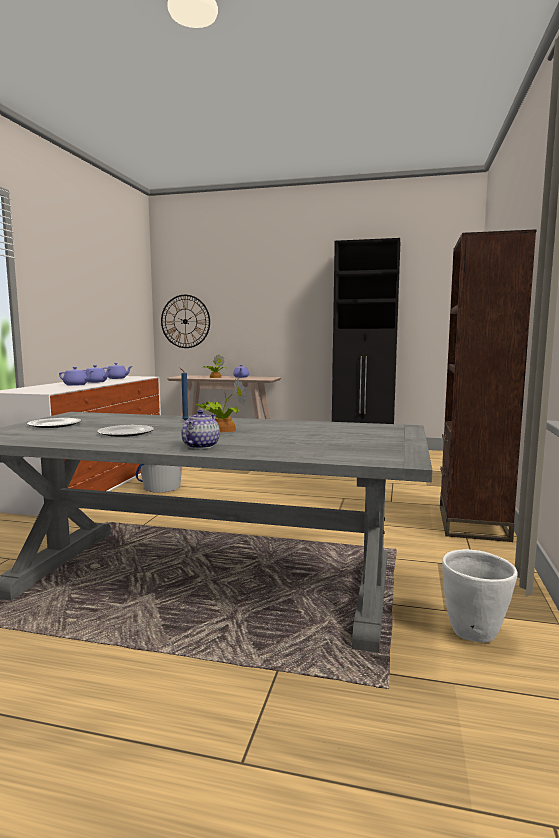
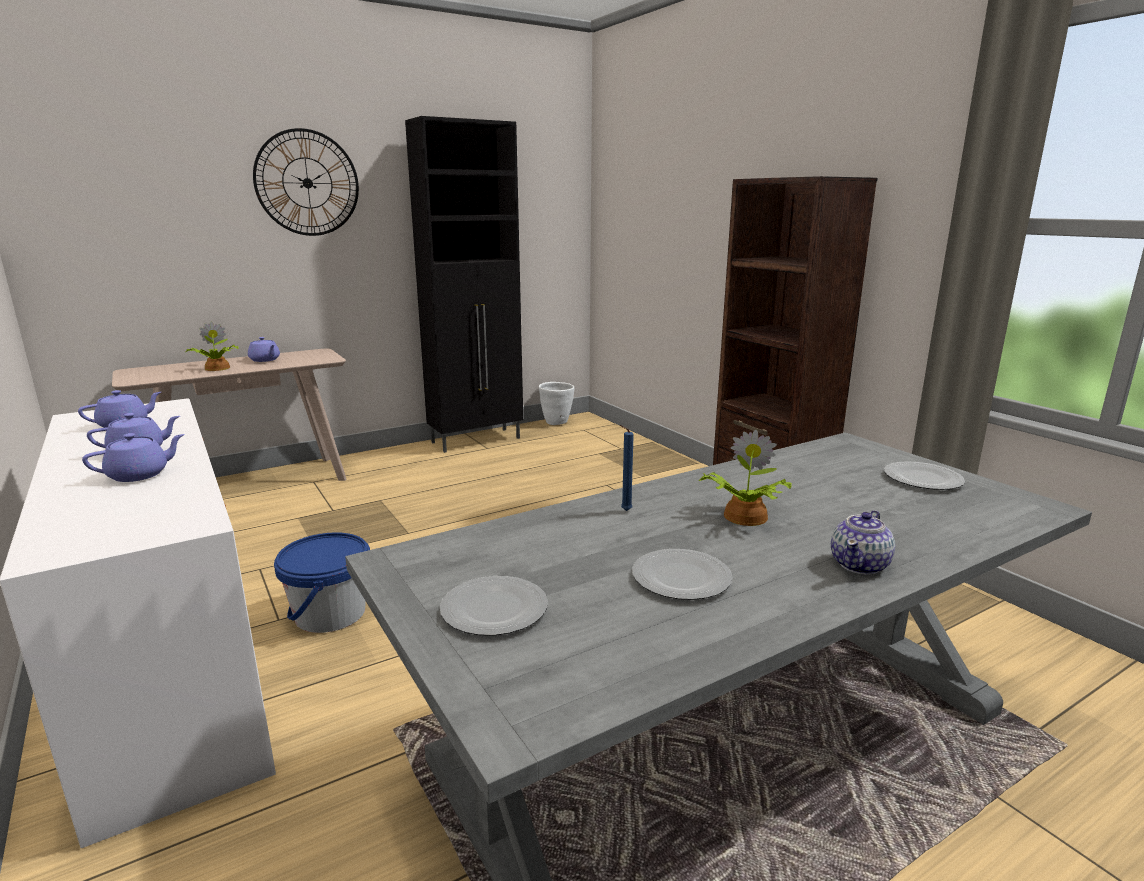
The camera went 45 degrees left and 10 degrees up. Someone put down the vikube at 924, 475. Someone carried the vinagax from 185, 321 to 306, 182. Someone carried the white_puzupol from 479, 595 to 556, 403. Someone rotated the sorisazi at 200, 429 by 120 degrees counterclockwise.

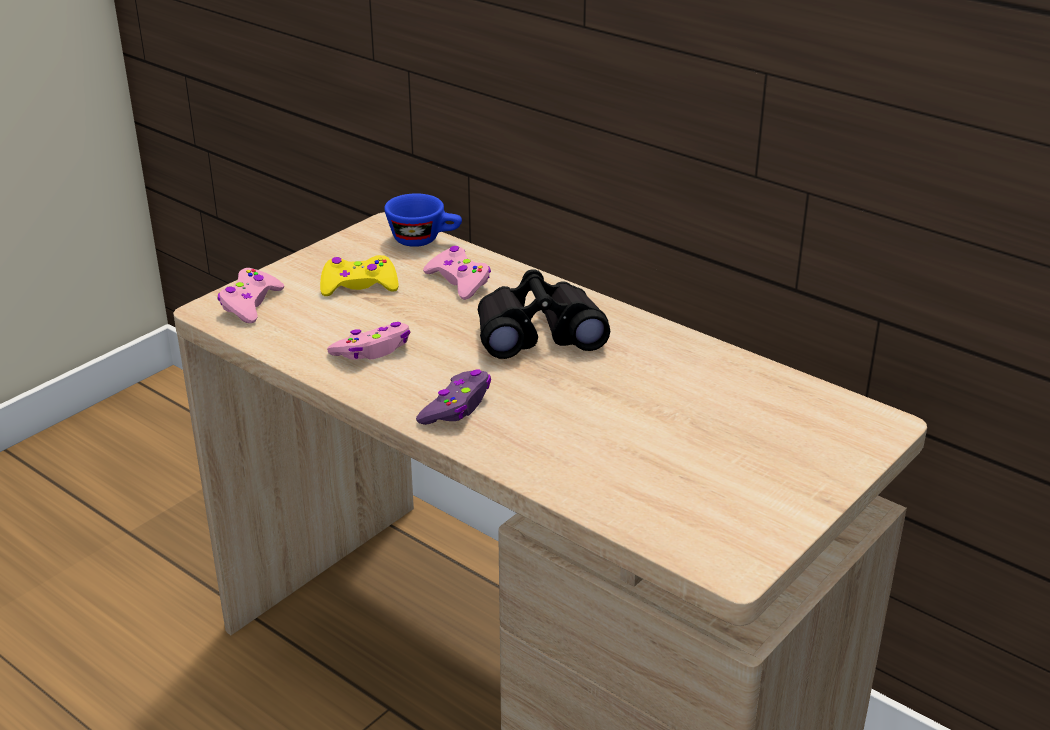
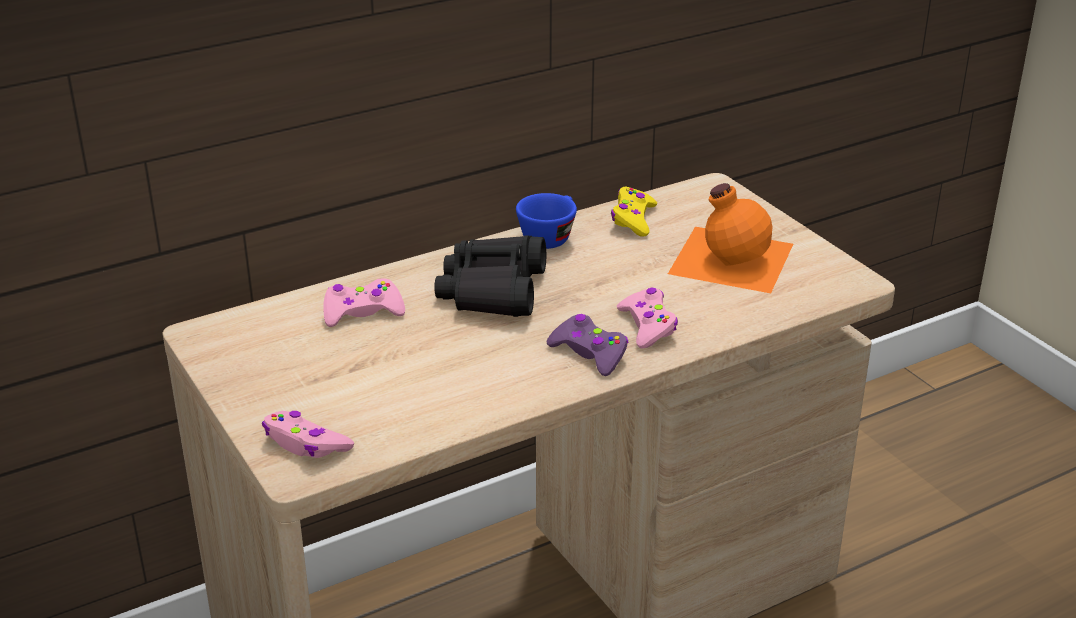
The camera went 70 degrees left and 0 degrees up. Someone put down the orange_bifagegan at 730, 238. Someone carried the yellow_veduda from 359, 275 to 634, 212. Someone carried the pink_veduda from 368, 341 to 647, 318. Someone carried the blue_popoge from 423, 220 to 546, 221.

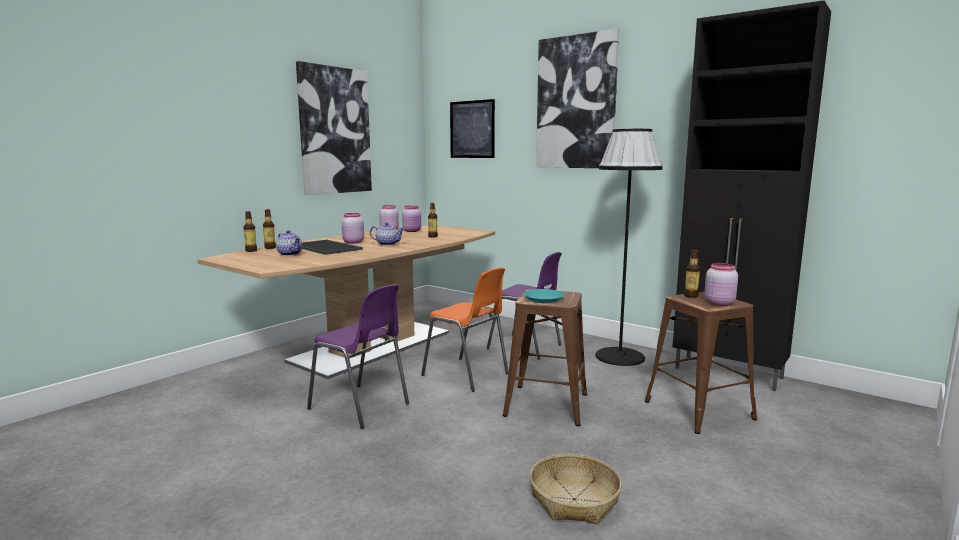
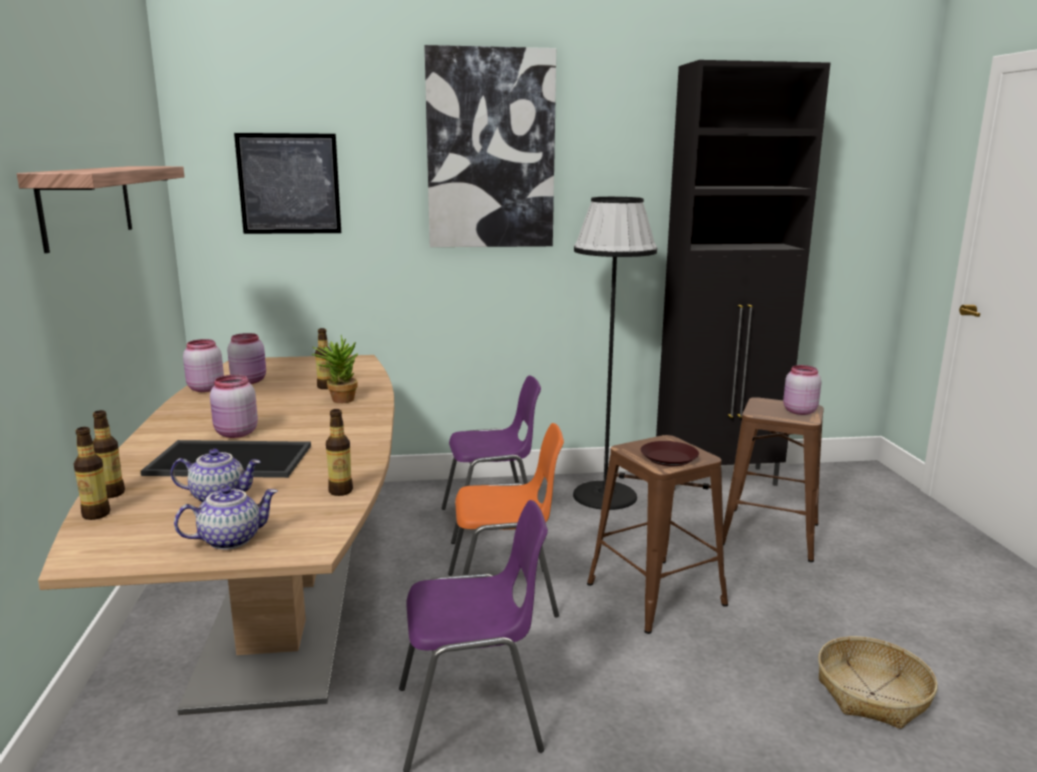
The camera went 45 degrees left and 5 degrees up. Someone put down the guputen at 334, 369. Someone carried the sorisazi from 387, 234 to 226, 518. Someone carried the bifagegan from 692, 274 to 339, 452. Someone swapped the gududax at 334, 128 for the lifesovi at 101, 209. Someone repainted the turquoise_vikube at 544, 296, which became the brown_vikube at 670, 453.

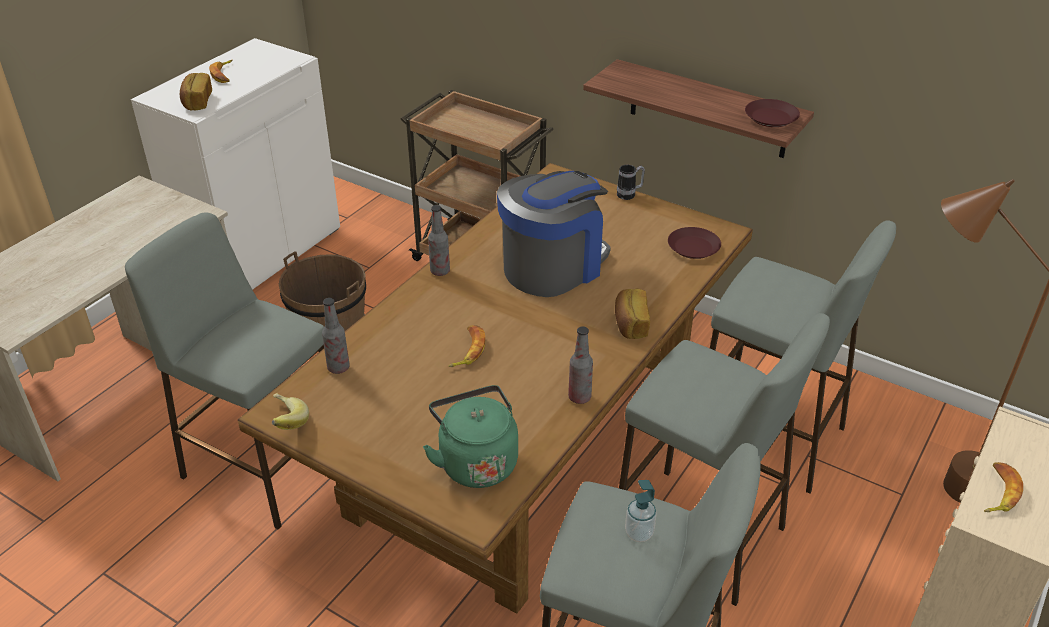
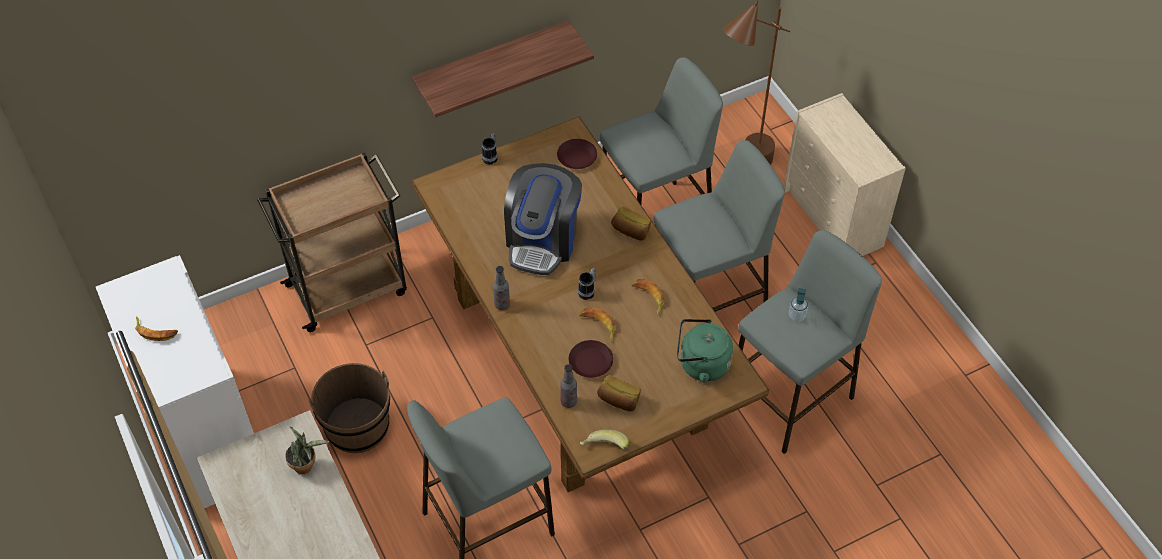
The camera went 60 degrees left and 15 degrees up. Someone took away the bifagegan at 580, 365. Someone put down the guputen at 307, 450. Someone put down the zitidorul at 587, 284. Someone carried the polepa from 196, 91 to 619, 393. Someone carried the brown_vikube from 772, 113 to 591, 359. Someone carried the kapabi from 1003, 487 to 648, 297. Someone rotated the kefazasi at 554, 234 by 150 degrees counterclockwise.

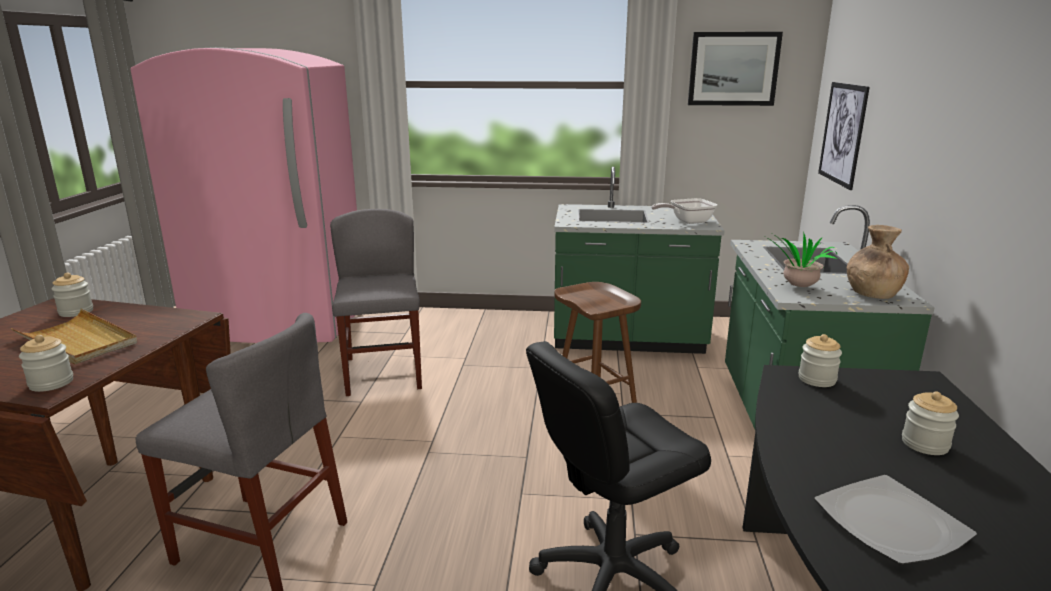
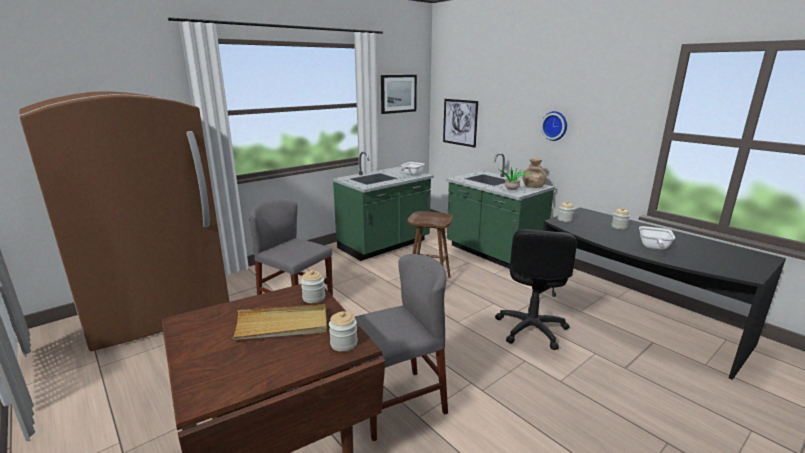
The camera went 45 degrees left and 0 degrees up. Someone put up the vinagax at 554, 126. Someone carried the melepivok from 72, 295 to 313, 286. Someone swapped the vikube at 895, 520 for the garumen at 657, 238. Someone repainted the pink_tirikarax at 243, 195, which became the brown_tirikarax at 124, 221.

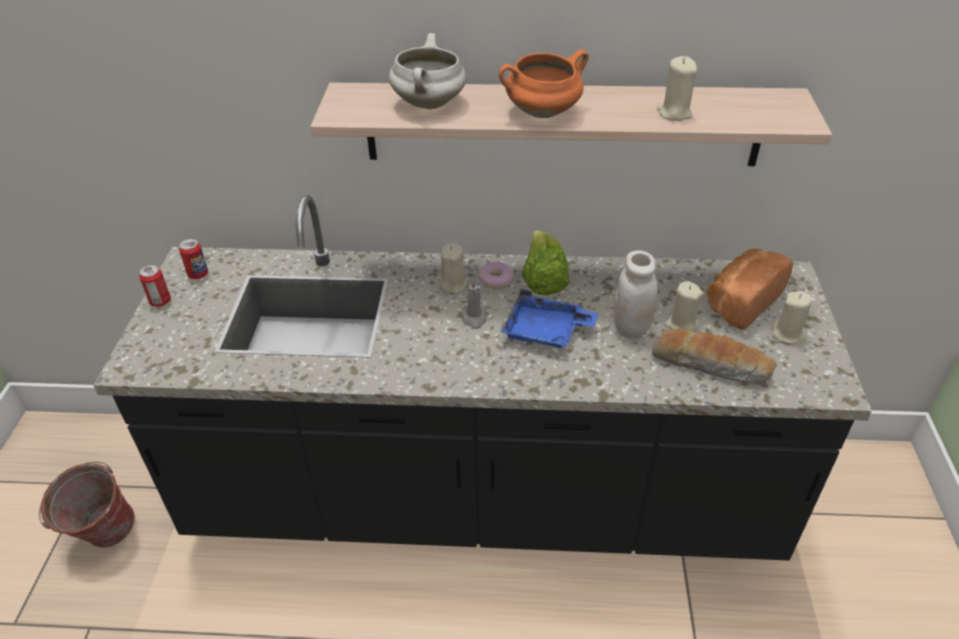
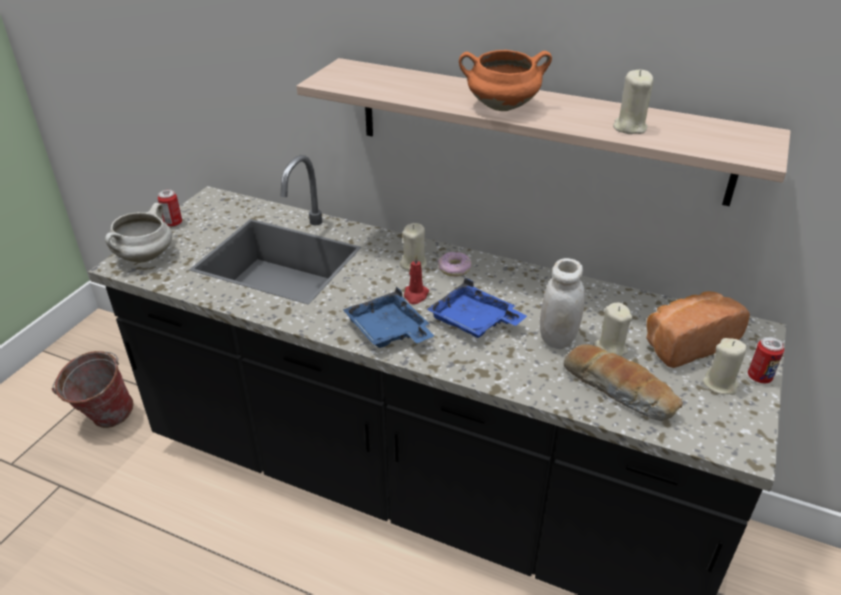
The camera went 20 degrees right and 5 degrees down. Someone took away the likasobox at 545, 262. Someone put down the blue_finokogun at 388, 317. Someone carried the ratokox from 193, 259 to 766, 360. Someone carried the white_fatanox from 427, 71 to 138, 232. Someone repainted the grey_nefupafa at 474, 304, which became the red_nefupafa at 416, 279.

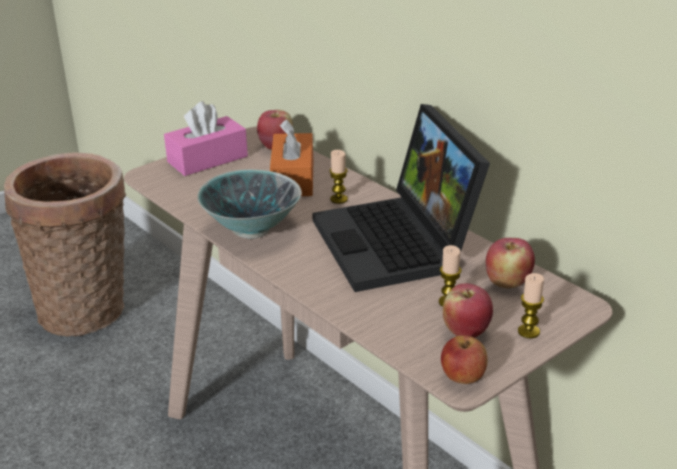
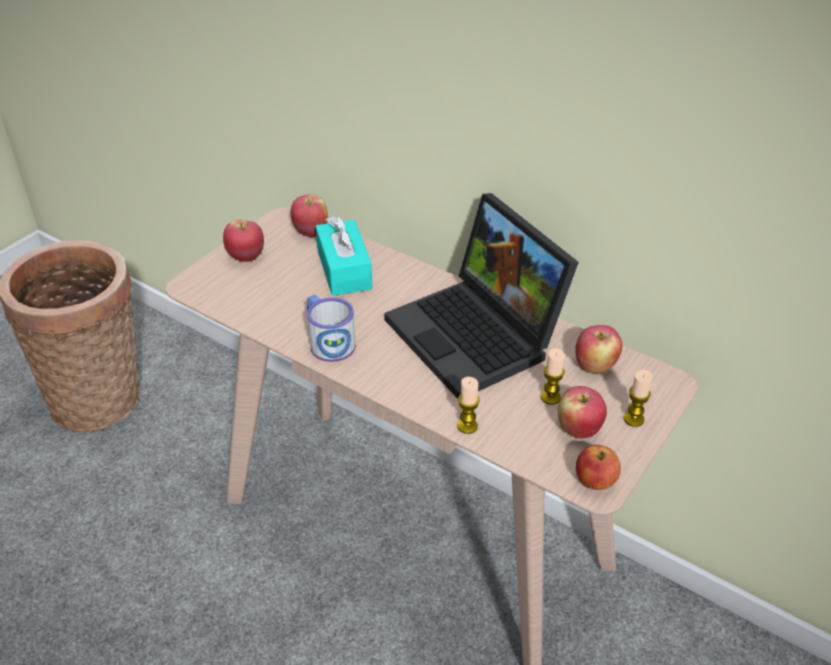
The camera went 15 degrees left and 10 degrees up. Someone carried the nefupafa from 338, 177 to 468, 405. Someone swapped the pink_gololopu at 206, 138 for the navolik at 243, 240. Someone swapped the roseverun at 249, 204 for the zitidorul at 331, 328. Someone repainted the orange_gololopu at 291, 157, which became the turquoise_gololopu at 344, 255.

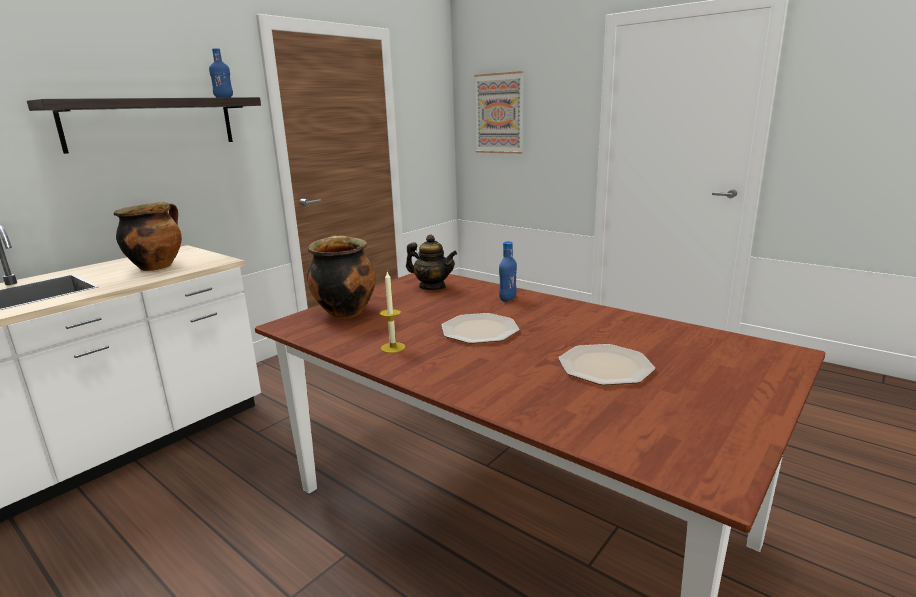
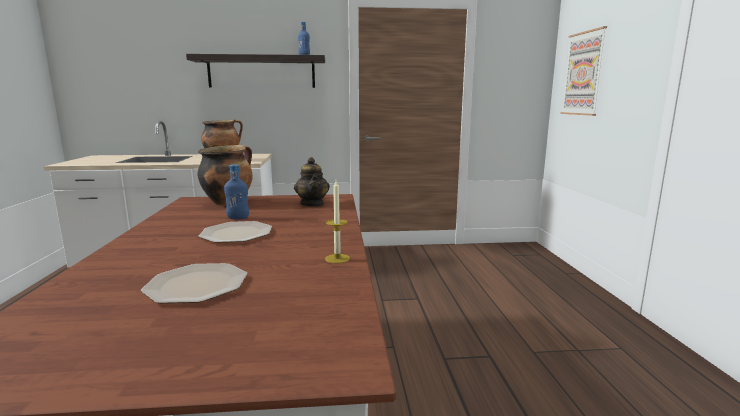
The camera went 45 degrees right and 5 degrees down. Someone carried the nefupafa from 392, 312 to 337, 222. Someone carried the blue_bifagegan from 508, 271 to 236, 191.

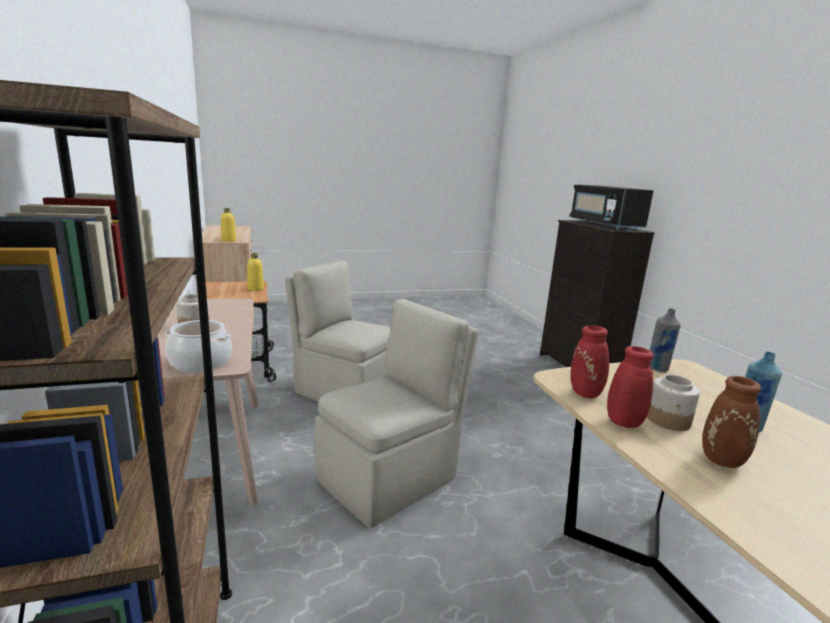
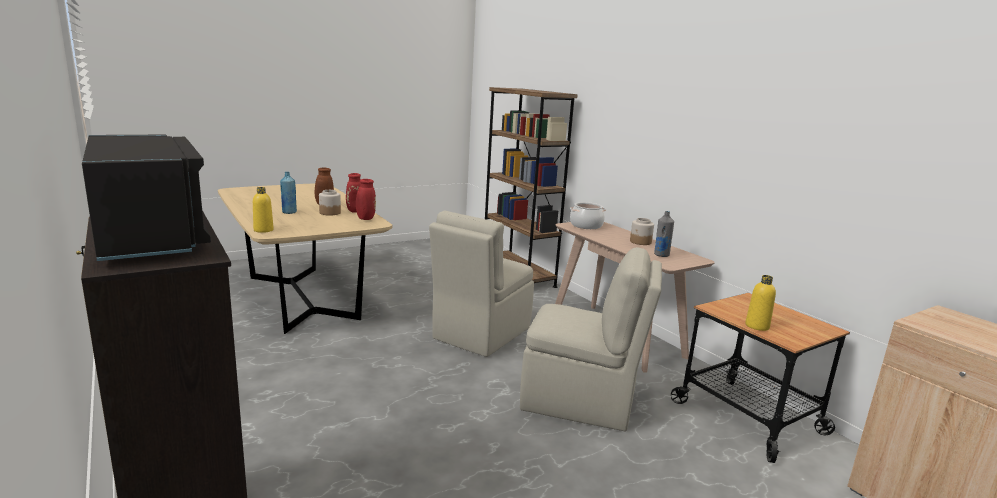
The camera went 165 degrees right and 0 degrees up. Someone carried the yellow_bifagegan from 228, 225 to 263, 210. Someone carried the grey_bifagegan from 665, 340 to 664, 234.

